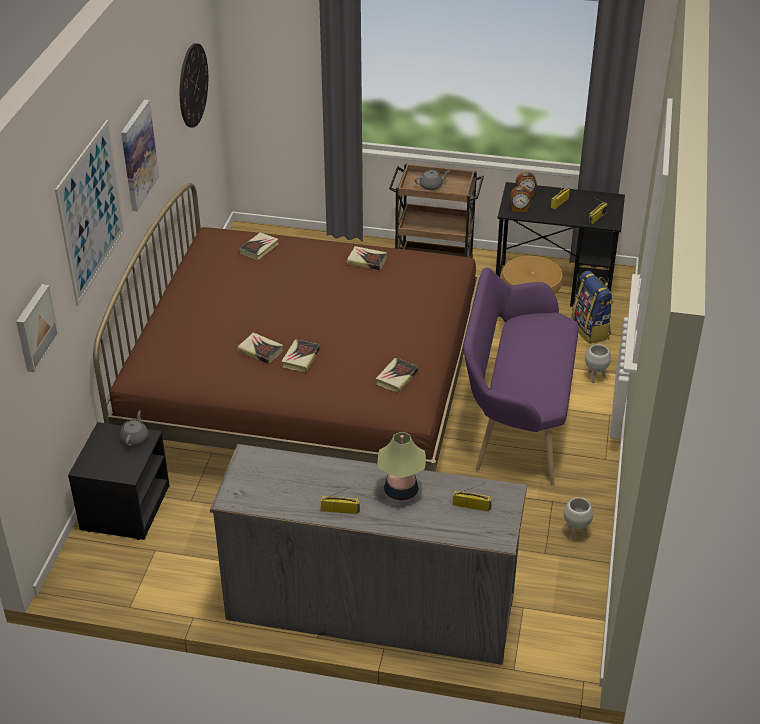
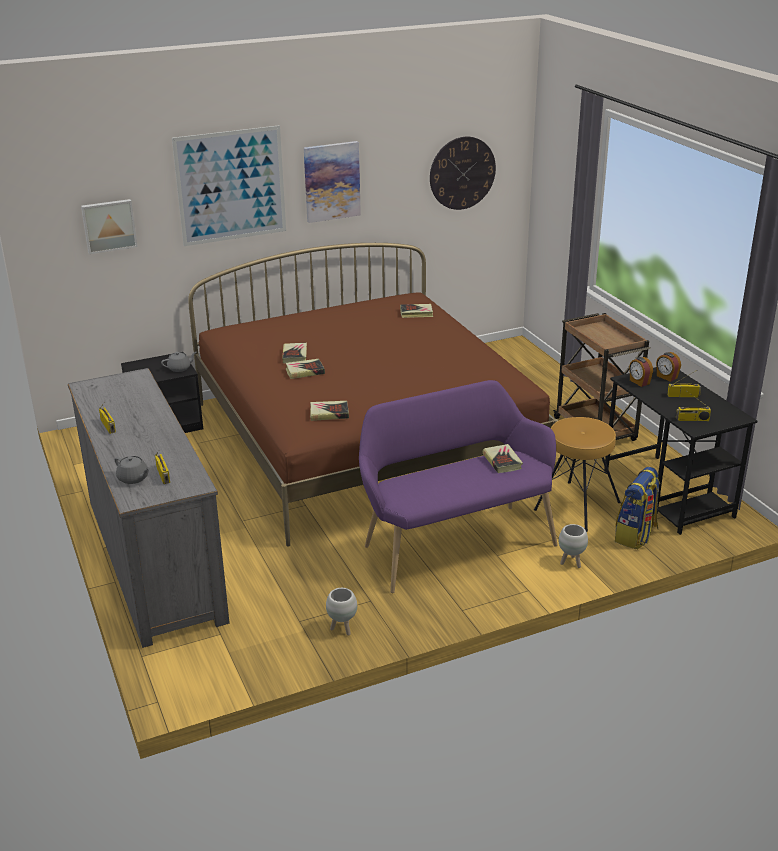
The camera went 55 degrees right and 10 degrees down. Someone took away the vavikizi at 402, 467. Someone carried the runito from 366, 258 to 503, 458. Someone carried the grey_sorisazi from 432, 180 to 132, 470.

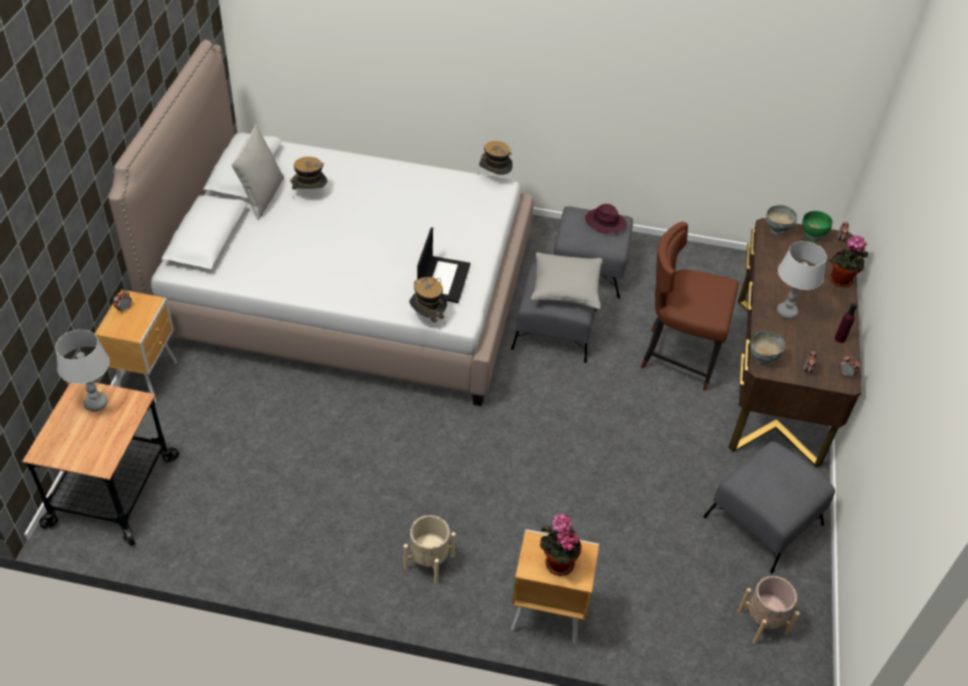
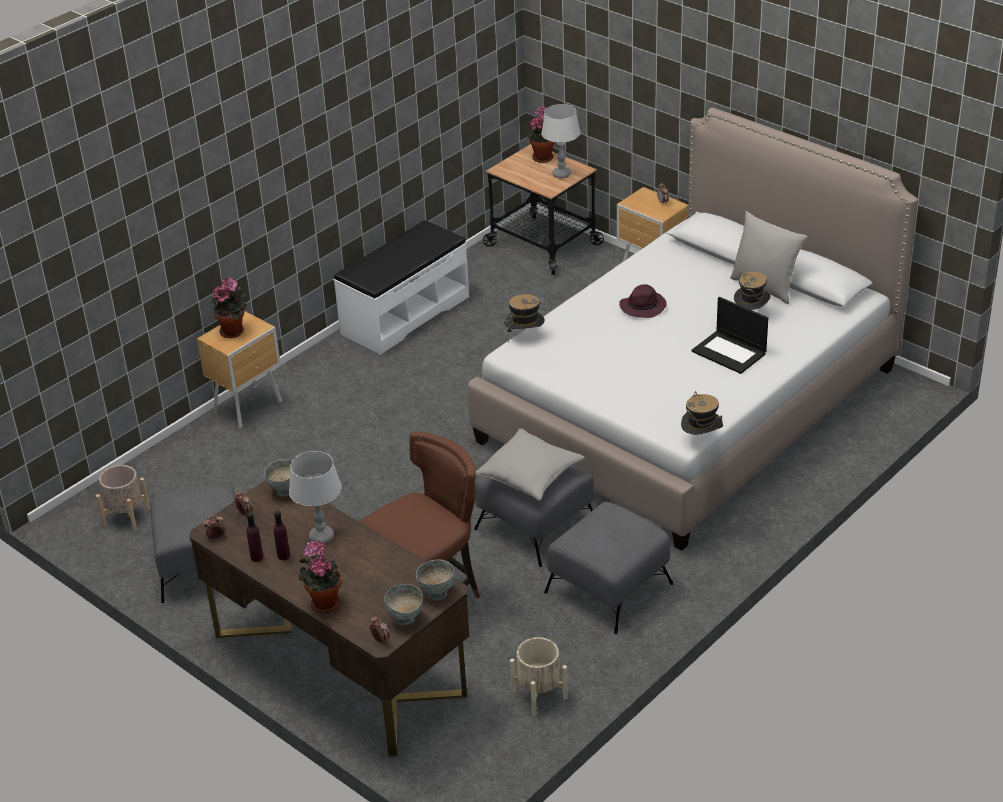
The camera went 125 degrees right and 10 degrees down. Someone put down the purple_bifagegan at 282, 535. Someone put down the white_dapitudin at 401, 287. Someone put down the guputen at 540, 134. Someone carried the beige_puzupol from 430, 549 to 539, 676. Someone carried the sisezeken from 443, 265 to 730, 335. Someone carried the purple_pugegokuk from 606, 219 to 643, 301. Someone repainted the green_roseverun at 817, 226, which became the grey_roseverun at 403, 604.

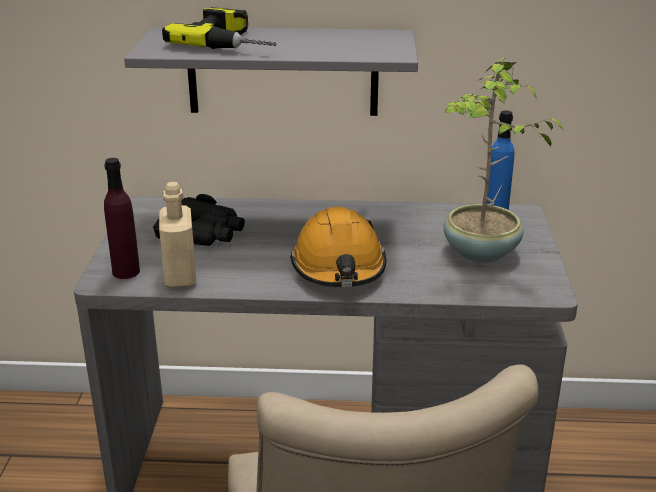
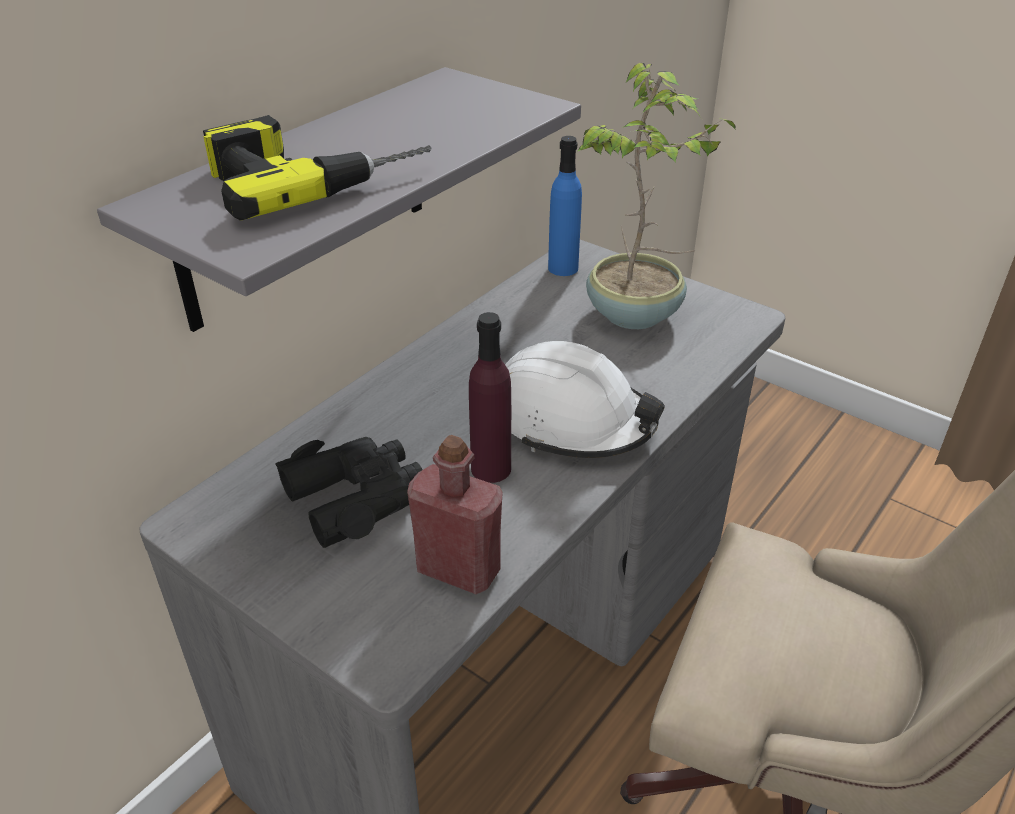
The camera went 55 degrees left and 10 degrees up. Someone carried the purple_bifagegan from 122, 218 to 490, 397. Someone repainted the beige_bifagegan at 177, 235, which became the red_bifagegan at 455, 514. Someone repainted the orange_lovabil at 338, 247, which became the white_lovabil at 585, 399.

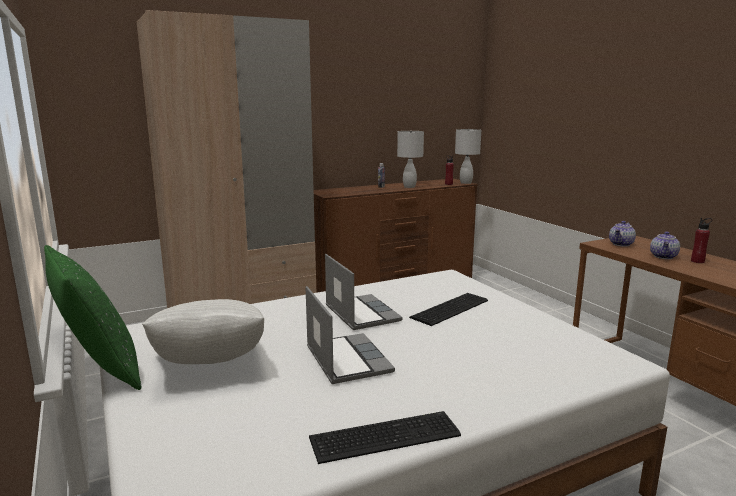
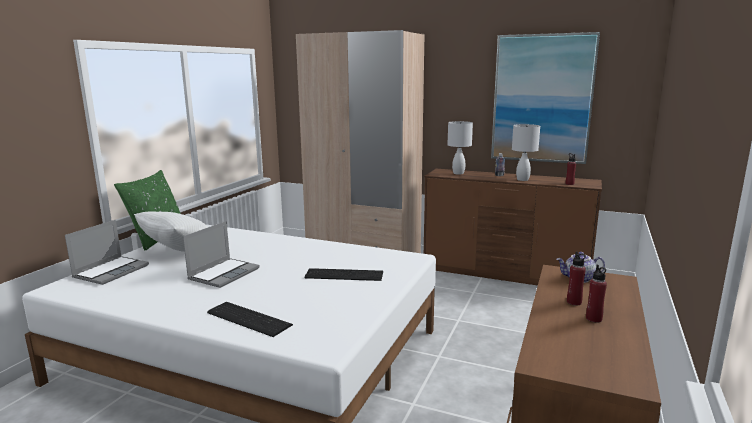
The camera went 50 degrees right and 0 degrees up. Someone put up the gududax at 545, 98. Someone carried the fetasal from 385, 437 to 250, 319. Someone carried the sisezeken from 364, 292 to 107, 252. Someone carried the white_vavikizi from 468, 156 to 460, 148. Someone swapped the sorisazi at 665, 245 for the red_bifagegan at 576, 278.

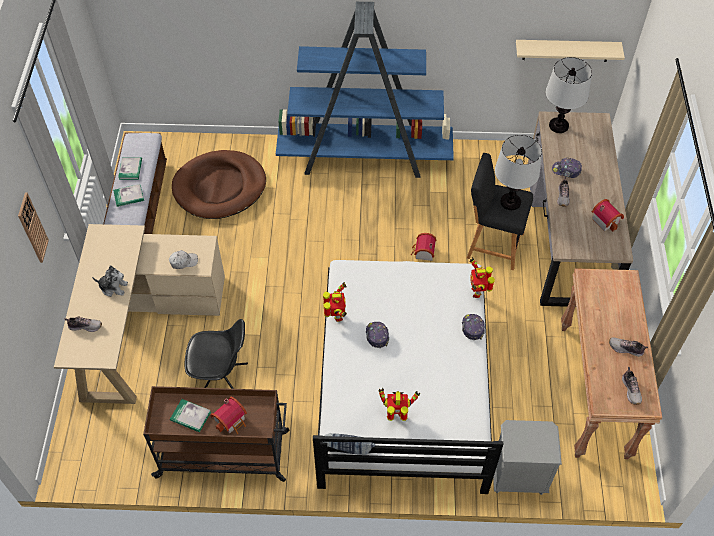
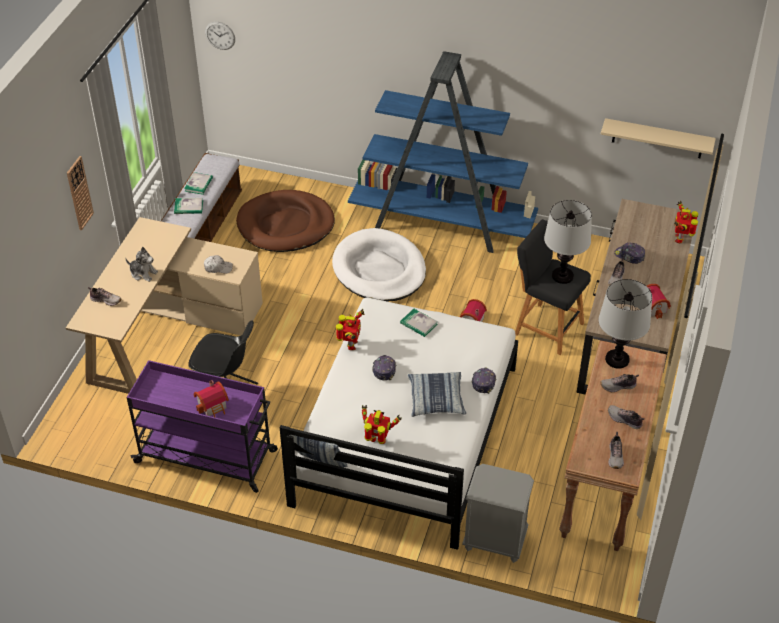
The camera went 15 degrees right and 10 degrees down. Someone put up the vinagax at 220, 36. Someone put down the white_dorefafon at 379, 264. Someone put down the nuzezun at 437, 394. Someone put down the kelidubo at 619, 383. Someone carried the runito from 190, 415 to 419, 323. Someone carried the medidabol from 482, 277 to 686, 222. Someone carried the vavikizi from 569, 95 to 625, 324. Someone repainted the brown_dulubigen at 216, 434, which became the purple_dulubigen at 202, 426.

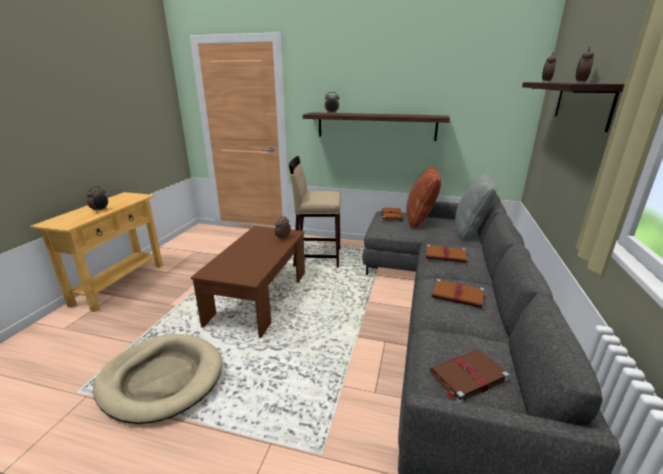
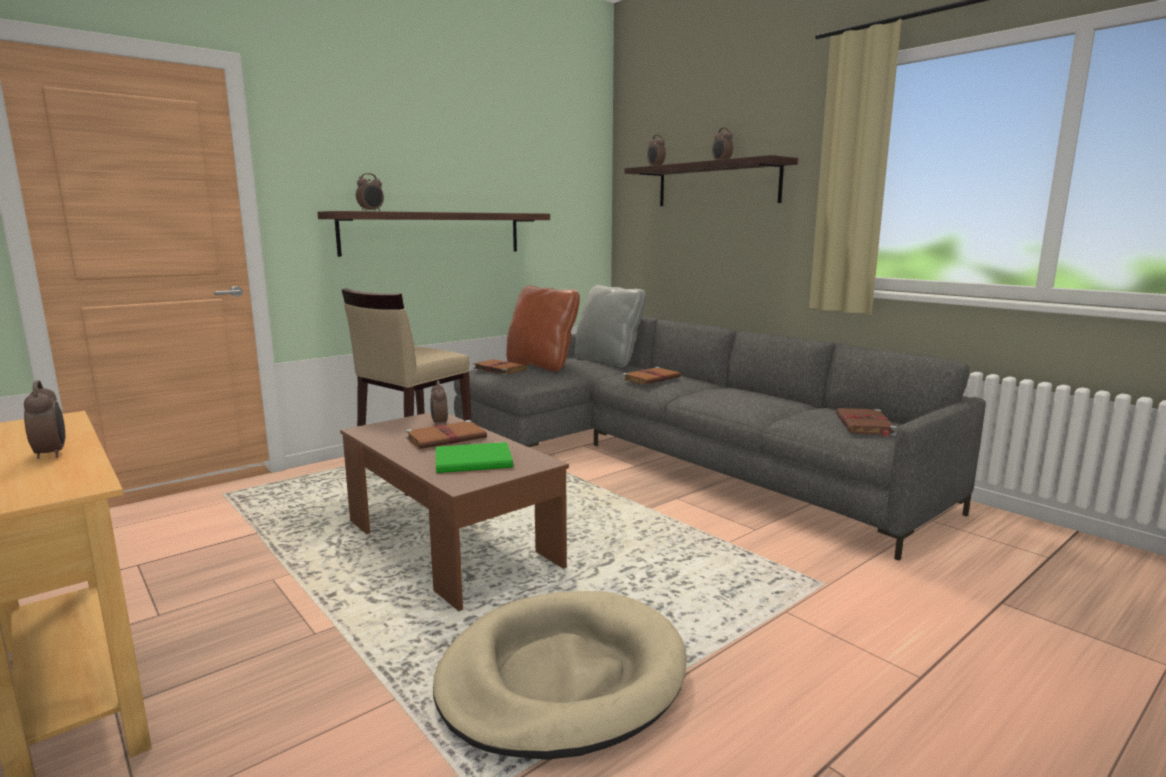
The camera went 55 degrees left and 10 degrees down. Someone put down the green_runito at 474, 457. Someone carried the brown_runito from 460, 293 to 446, 434.

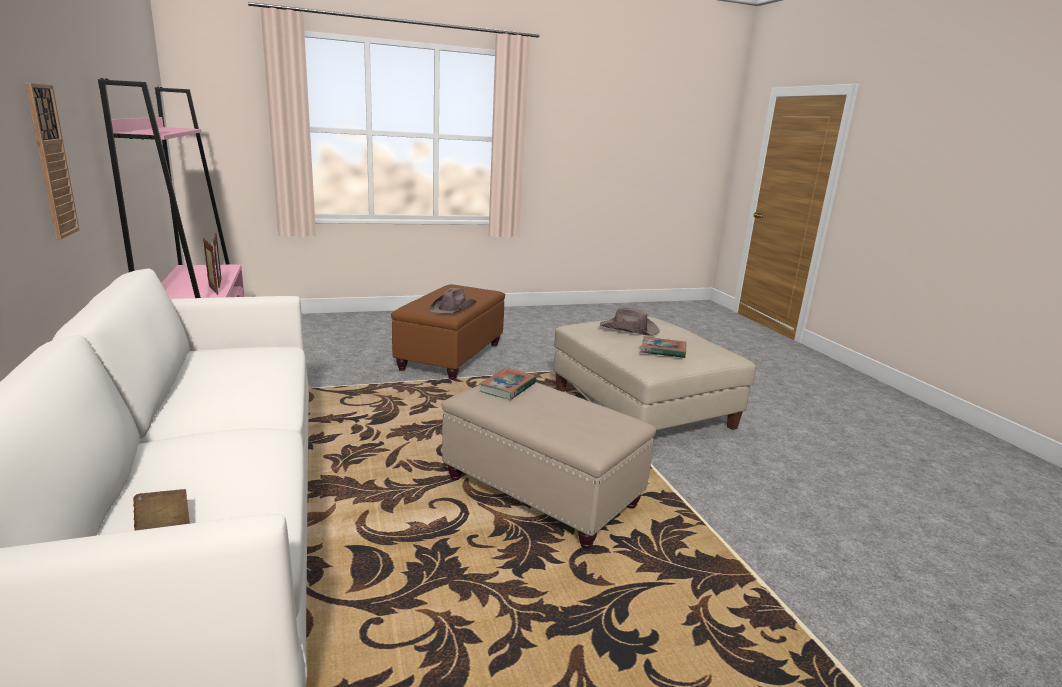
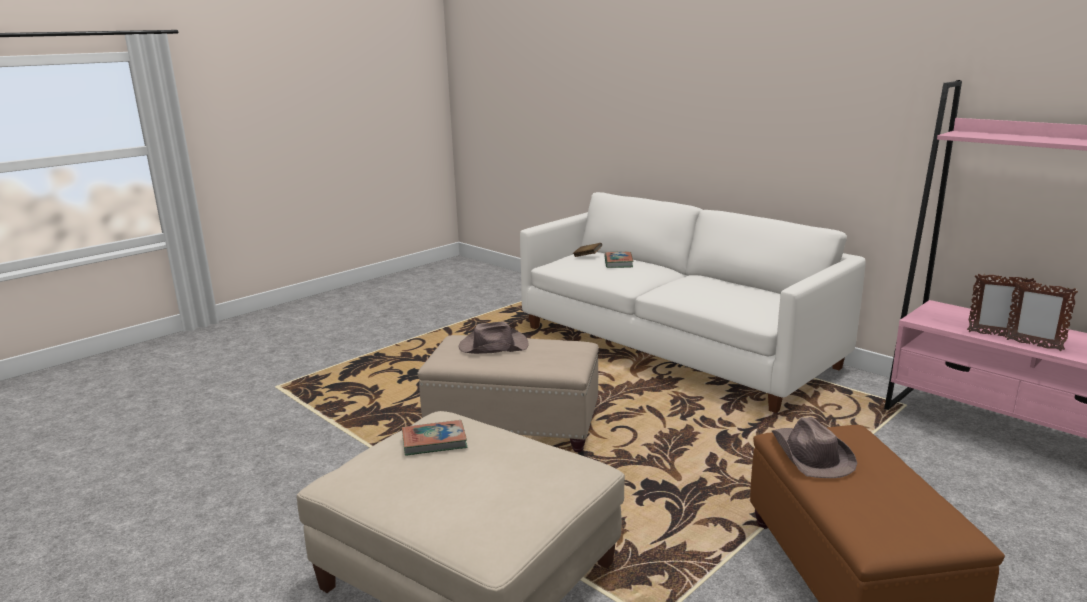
The camera went 155 degrees right and 0 degrees up. Someone took away the vinagax at 52, 161. Someone carried the runito from 508, 384 to 619, 260. Someone carried the brown_pugegokuk from 630, 322 to 494, 338.

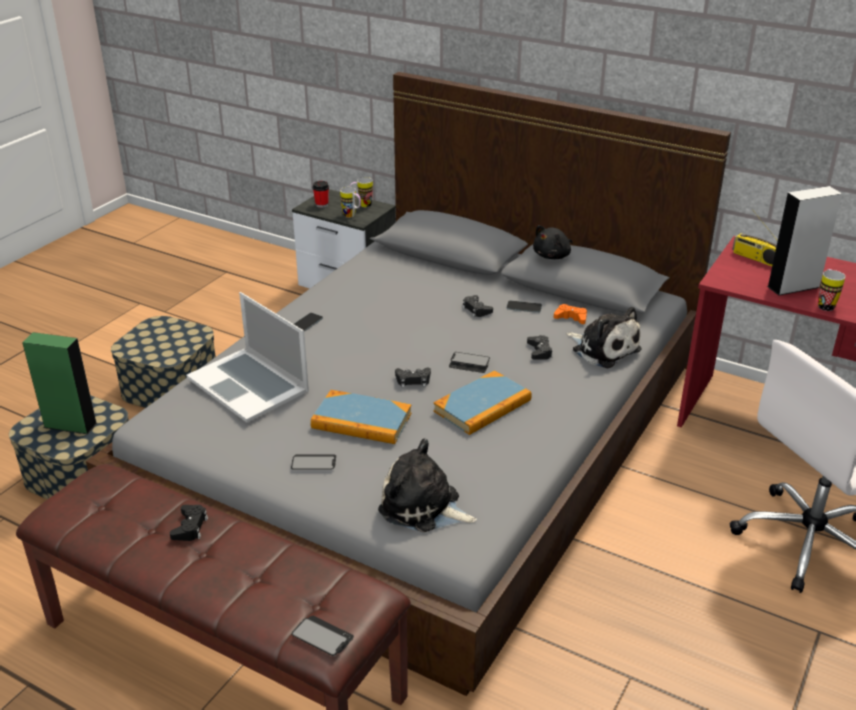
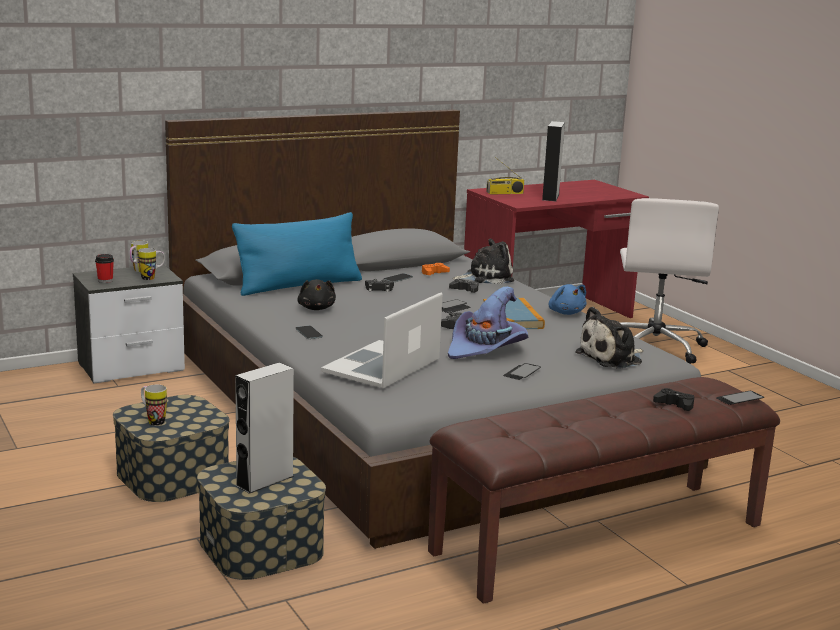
The camera went 60 degrees left and 15 degrees down. Someone put down the blue_nuzezun at 297, 254. Someone put down the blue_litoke at 568, 299. Someone carried the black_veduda from 189, 523 to 673, 399. Someone carried the black_litoke from 553, 242 to 316, 294. Someone carried the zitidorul from 831, 290 to 154, 405. Someone swapped the runito at 361, 417 for the purple_pugegokuk at 488, 322. Someone repainted the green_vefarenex at 59, 383, which became the grey_vefarenex at 264, 428. Someone rotated the sisezeken at 247, 357 by 135 degrees clockwise.

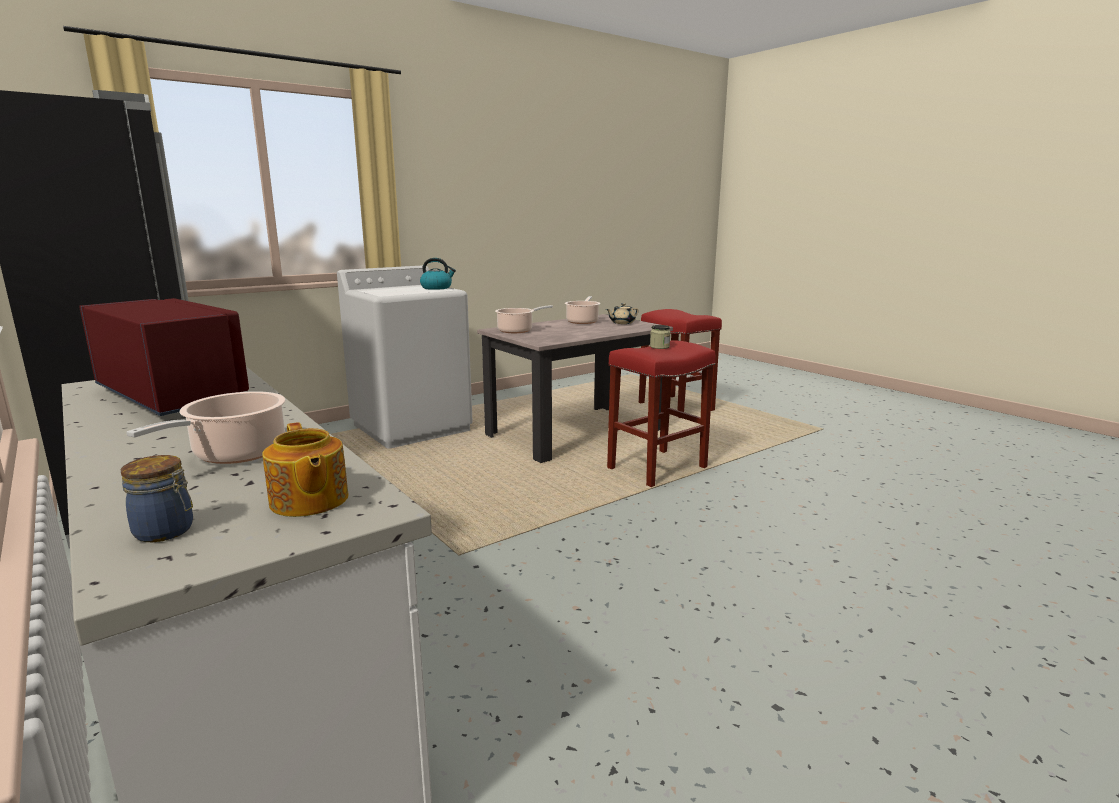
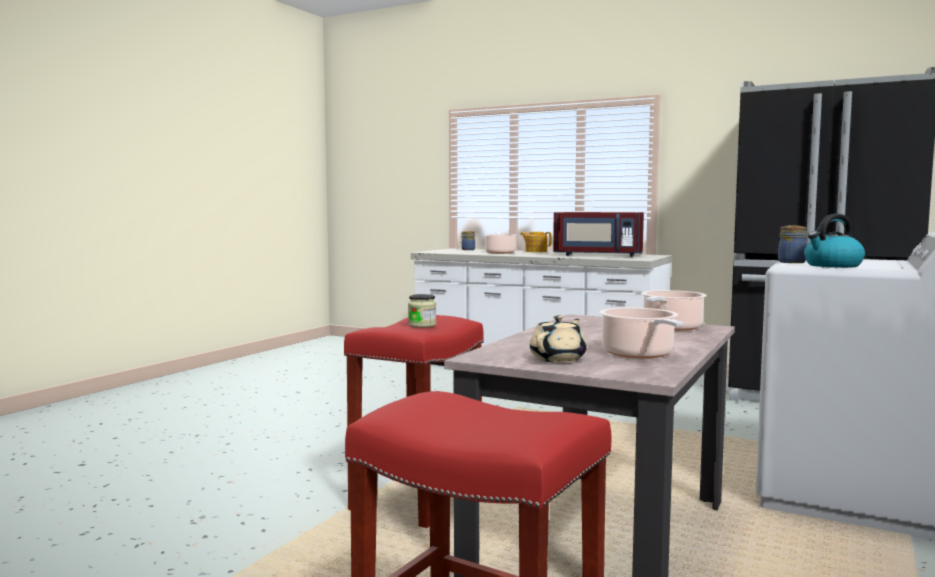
The camera went 155 degrees right and 10 degrees down. Someone put down the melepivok at 792, 244. Someone carried the sorisazi from 305, 469 to 536, 242.

